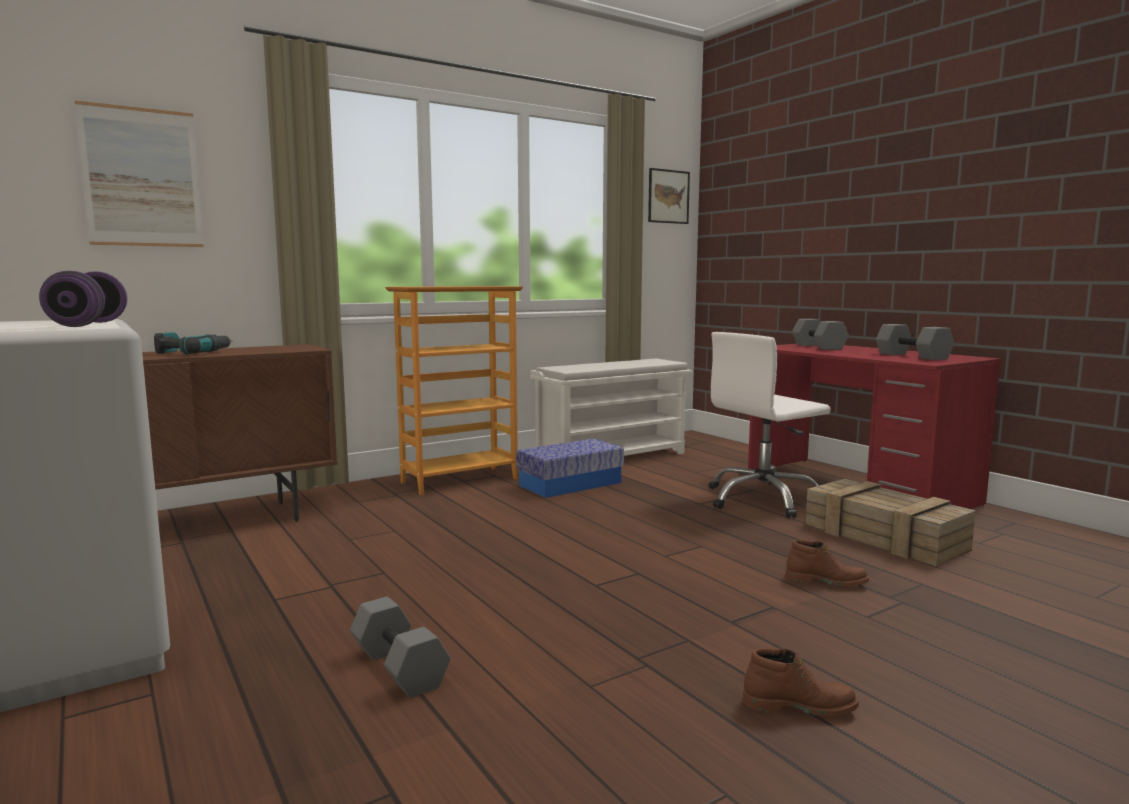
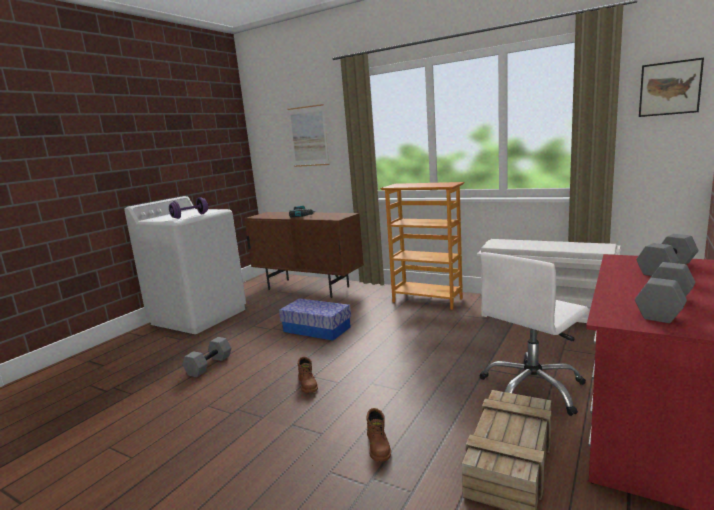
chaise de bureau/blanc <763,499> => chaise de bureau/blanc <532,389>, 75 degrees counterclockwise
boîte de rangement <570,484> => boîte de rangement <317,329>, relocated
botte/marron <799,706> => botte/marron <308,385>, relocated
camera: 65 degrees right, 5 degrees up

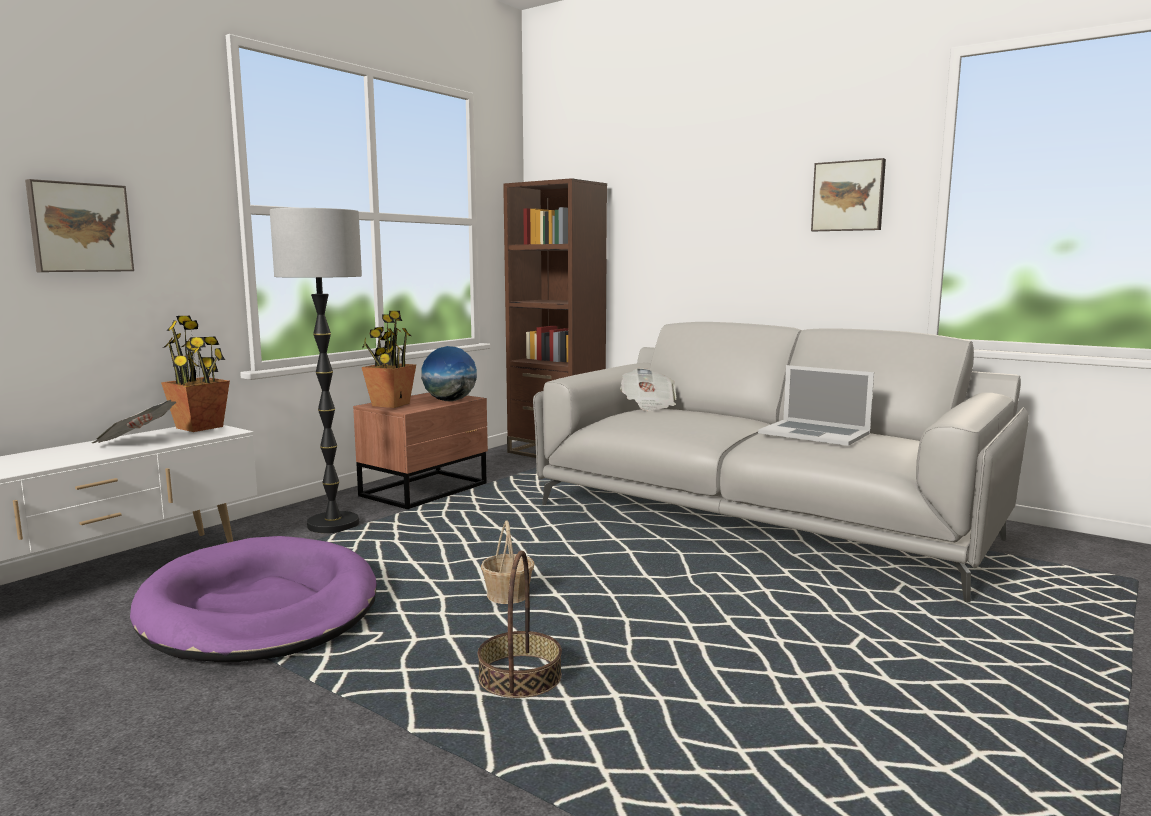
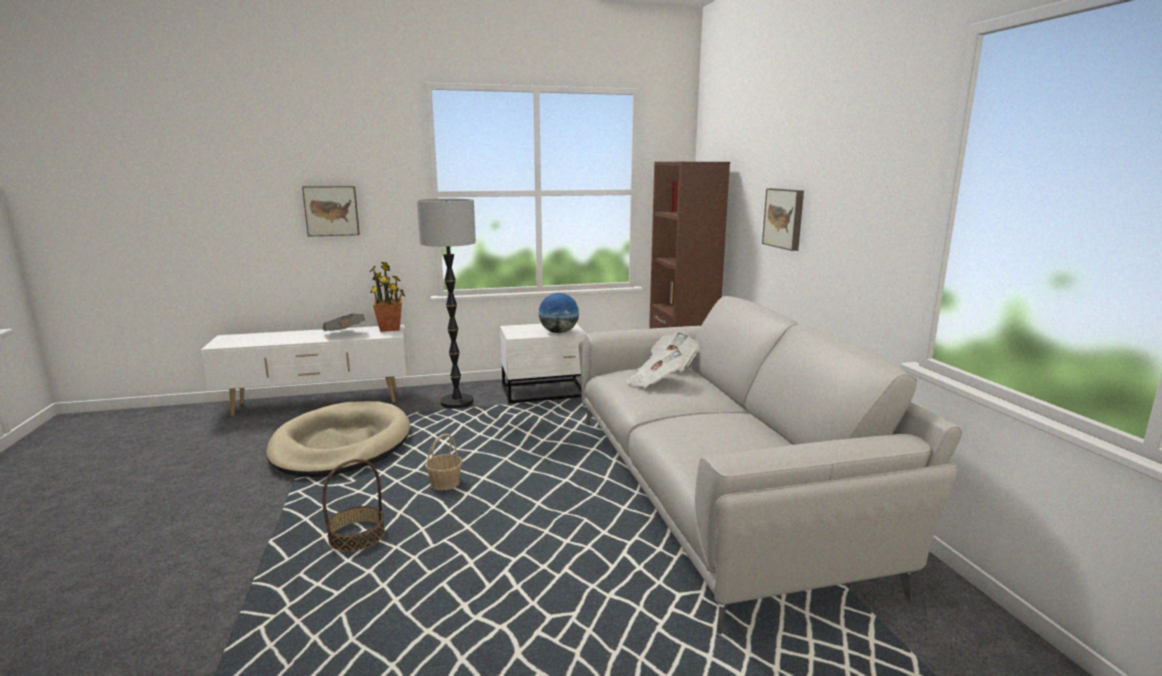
tableau <848,196> => tableau <785,218>, relocated
plante en pot <390,404> => nothing
ordinateur portable <814,433> => nothing
table de chevet/marron <427,490> => table de chevet/blanc <545,392>
panier pour chien/violet <260,608> => panier pour chien/beige <341,445>
nothing => journal <654,382>
camera: 40 degrees right, 5 degrees up

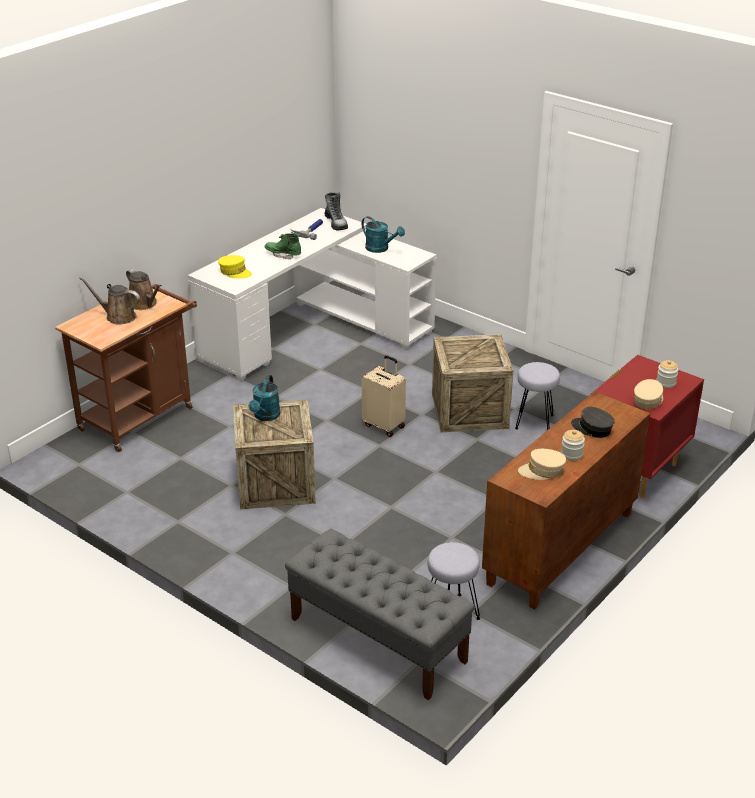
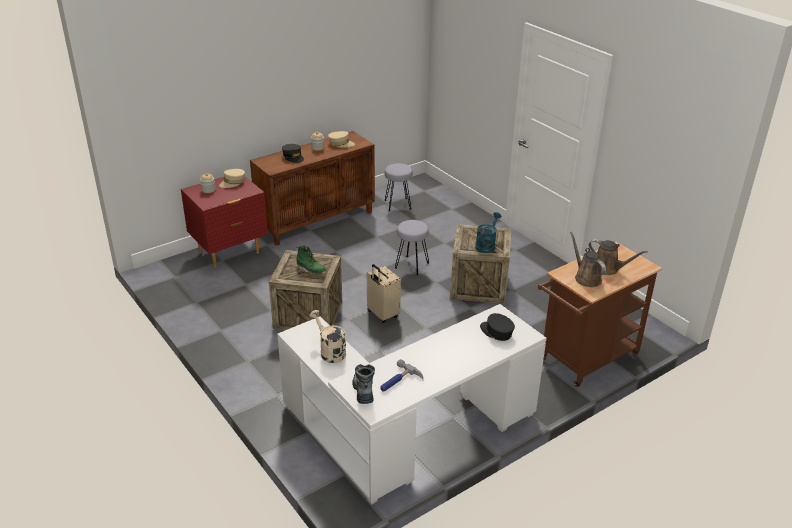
arrosoir/turquoise <380,249> => arrosoir/beige <330,351>
botte/vert <283,255> => botte/vert <311,270>, relocated
casquette/jaune <235,272> => casquette/noir <496,332>
tabouret/gris <535,422> => tabouret/gris <411,265>, relocated
banc/gris <377,639> => nothing
camera: 165 degrees left, 0 degrees up

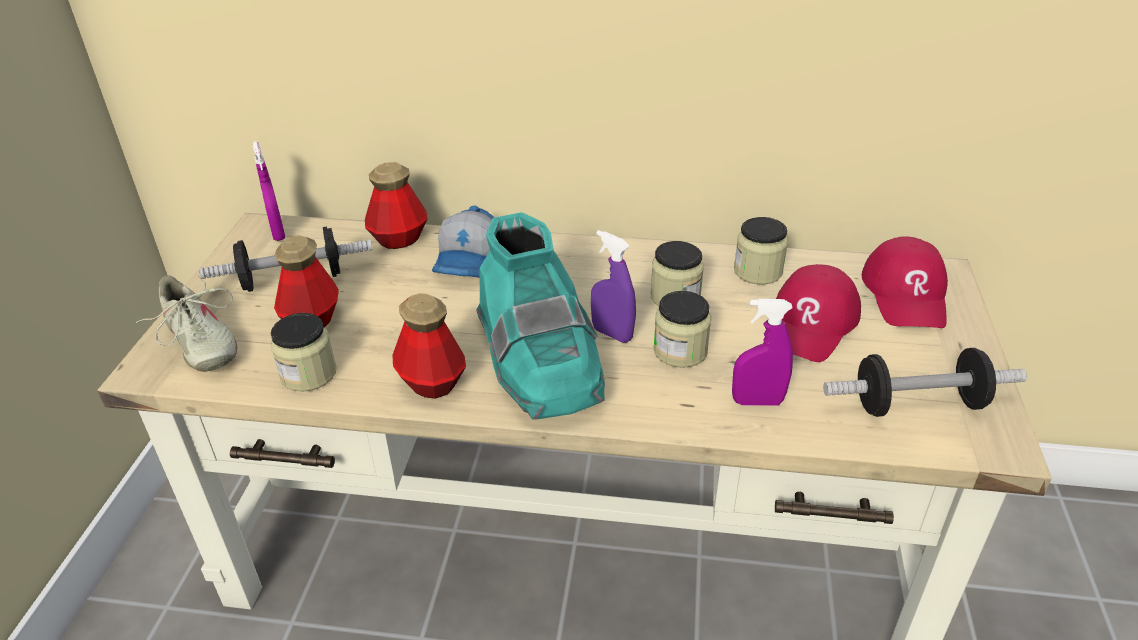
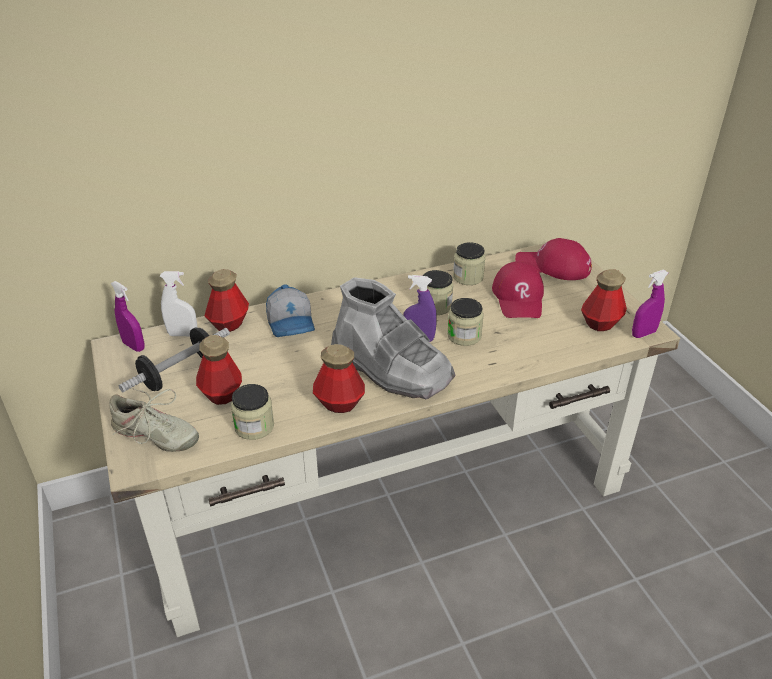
botte/turquoise <539,361> => botte/gris <391,369>
casquette/rouge <906,294> => casquette/rouge <552,266>, 135 degrees clockwise
vaporisateur/violet <757,401> => vaporisateur/violet <643,334>, relocated
haltère <917,404> => bouteille <600,323>
nothing => vaporisateur/blanc <183,334>
camera: 30 degrees left, 0 degrees up

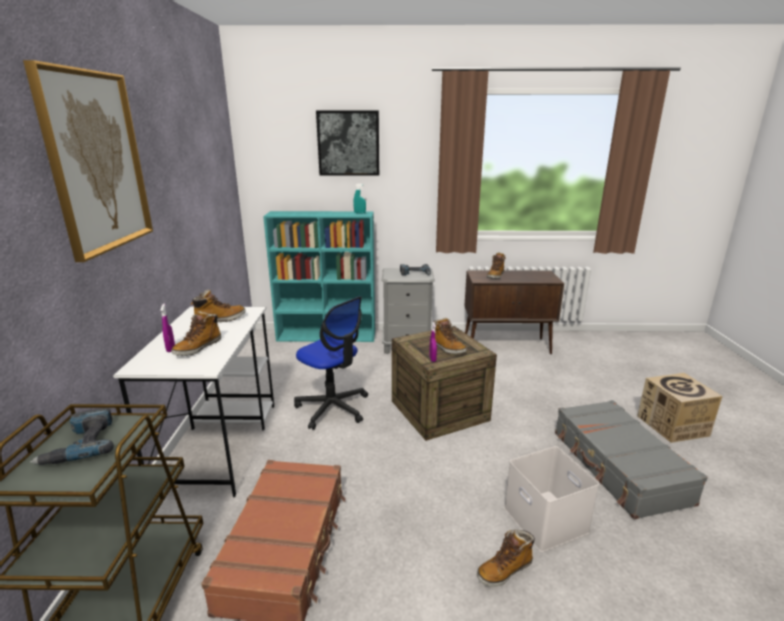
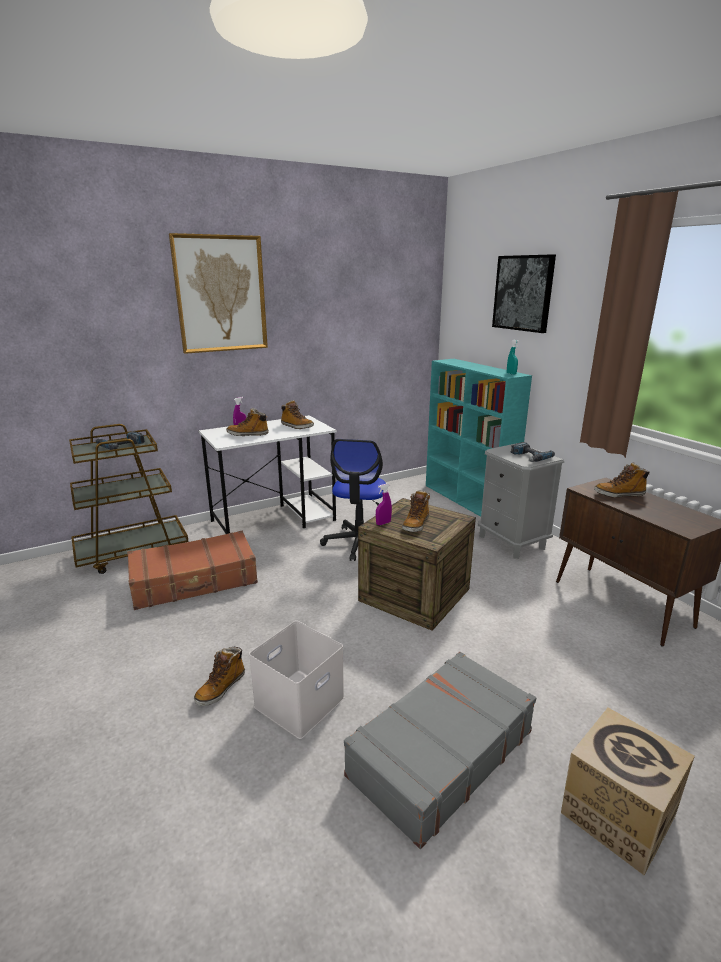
botte <505,570> => botte <221,688>, 90 degrees counterclockwise
camera: 60 degrees right, 0 degrees up

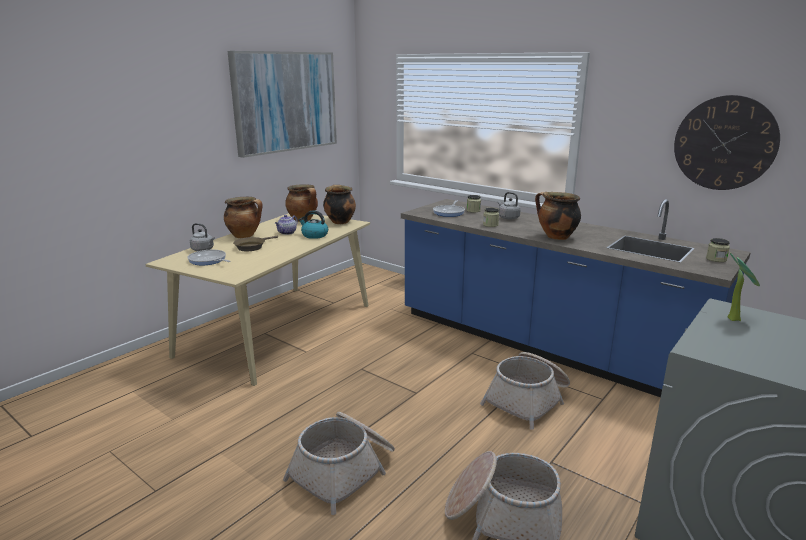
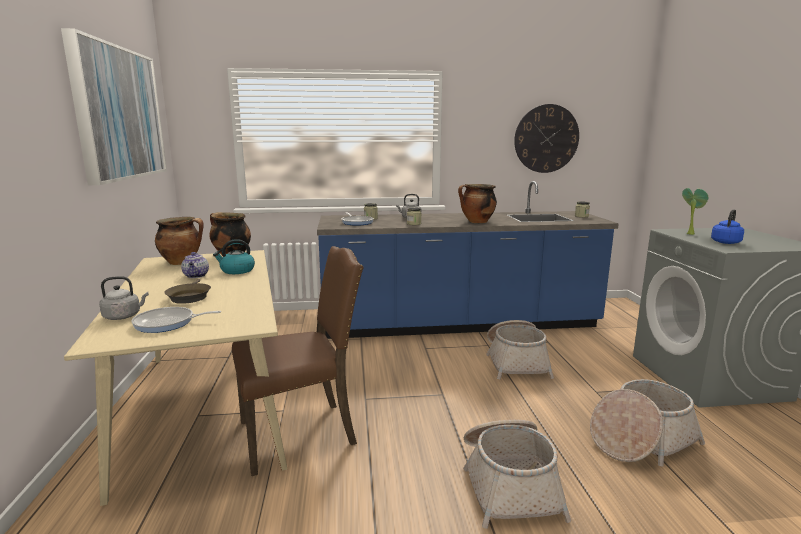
marmite <245,236> => nothing
nothing => bouilloire/bleu <726,242>
nothing => chaise/marron <300,433>
camera: 45 degrees left, 5 degrees down

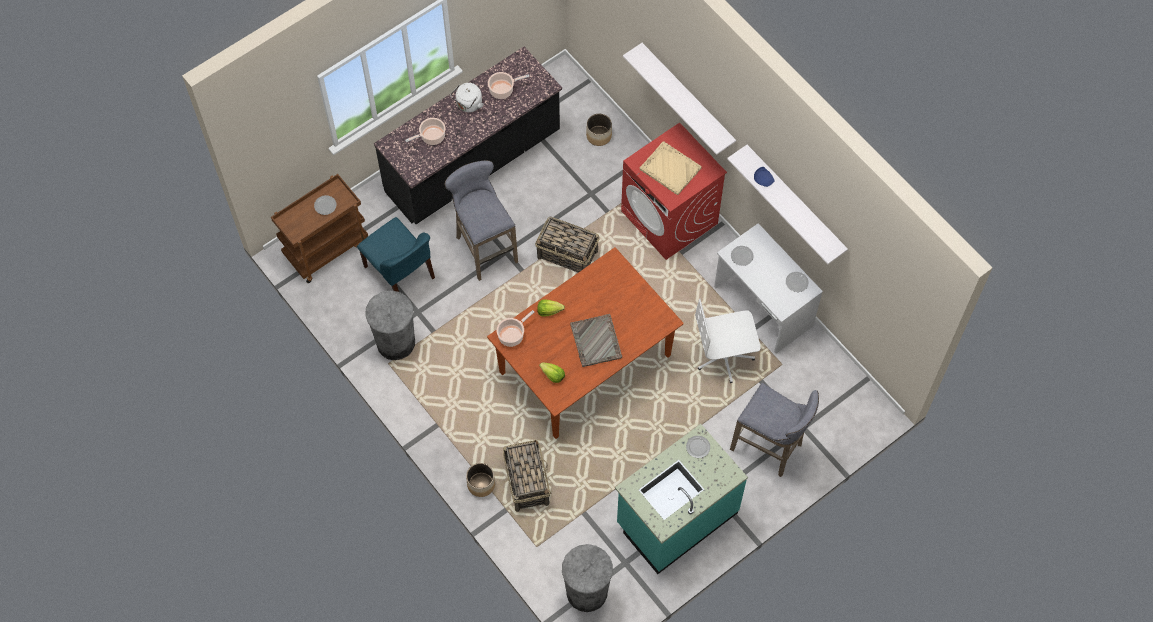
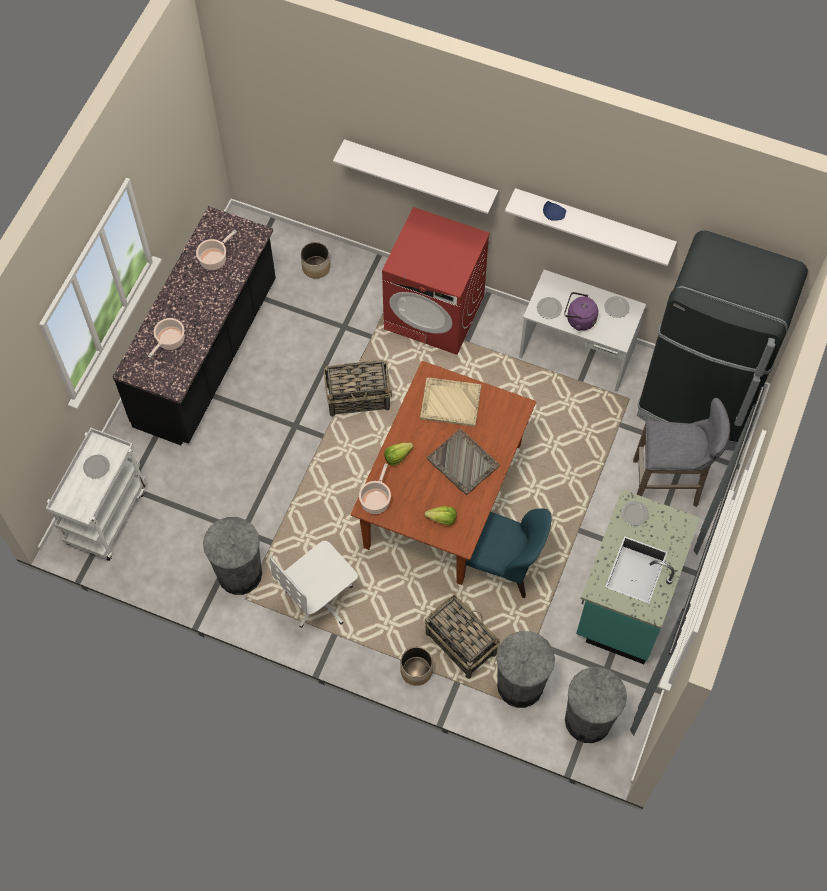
bouilloire/blanc <468,105> => nothing
plateau/beige <670,168> => plateau/beige <450,402>, relocated
tabouret/gris <484,247> => nothing
chariot/marron <326,248> => chariot/blanc <107,515>
chaise/bleu <400,273> => chaise/bleu <502,565>, relocated
chaise de bureau/blanc <724,356> => chaise de bureau/blanc <320,599>, relocated
nothing => réfrigérateur/noir <697,404>
nothing => bouilloire/violet <579,319>
nothing => poubelle/gris <520,685>
camera: 30 degrees left, 0 degrees up

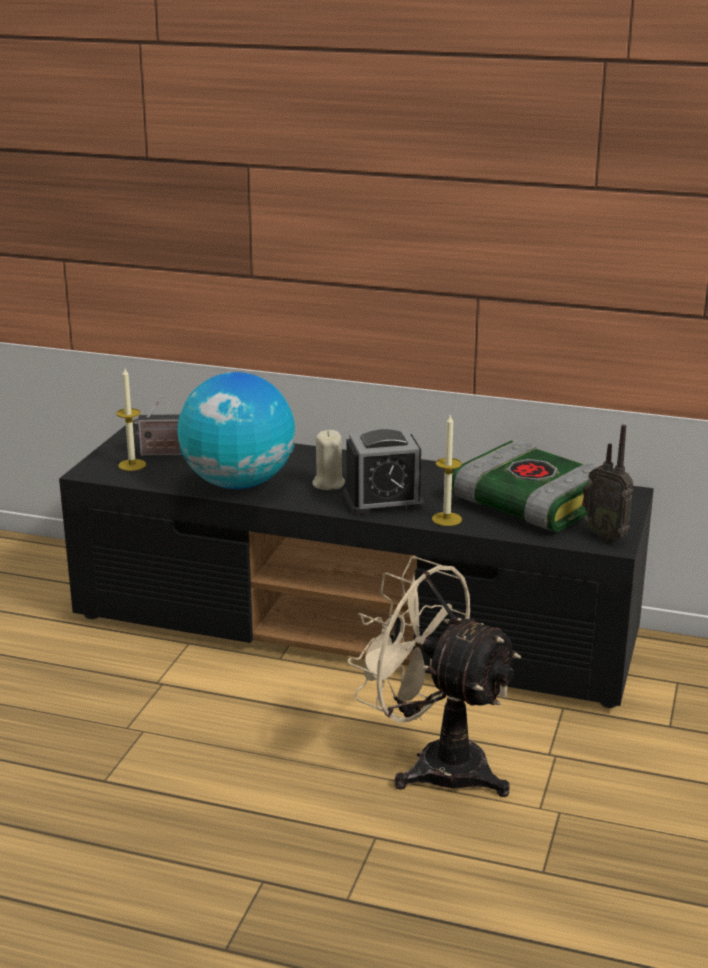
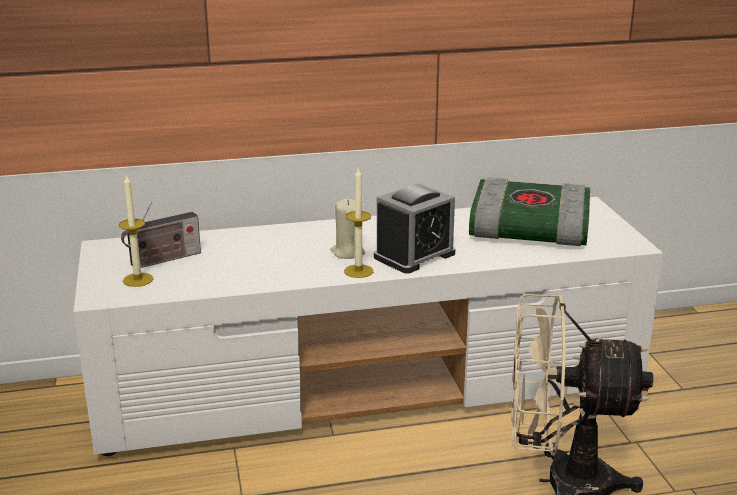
globe <238,484> => nothing
bougie <446,519> => bougie <358,271>, relocated
meuble télé/noir <358,628> => meuble télé/blanc <371,385>
radio <606,536> => nothing
camera: 30 degrees left, 0 degrees up

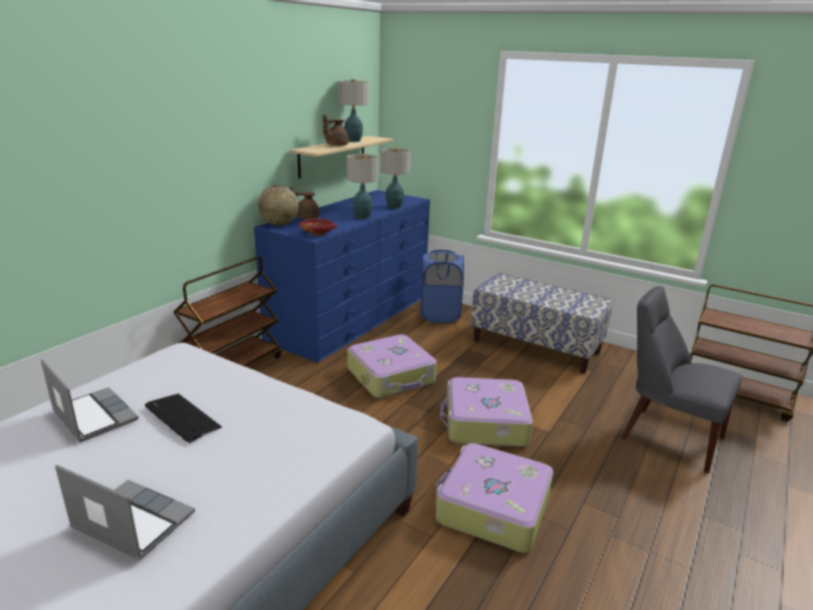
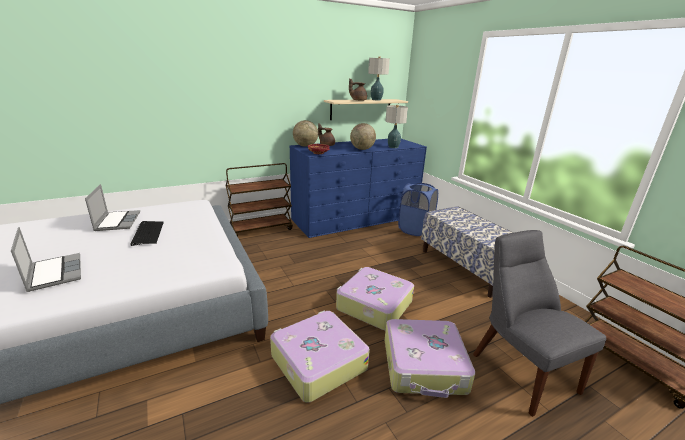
lampe de table <363,217> => globe <362,149>
valise <392,376> => valise <424,366>, relocated
camera: 30 degrees right, 0 degrees up

